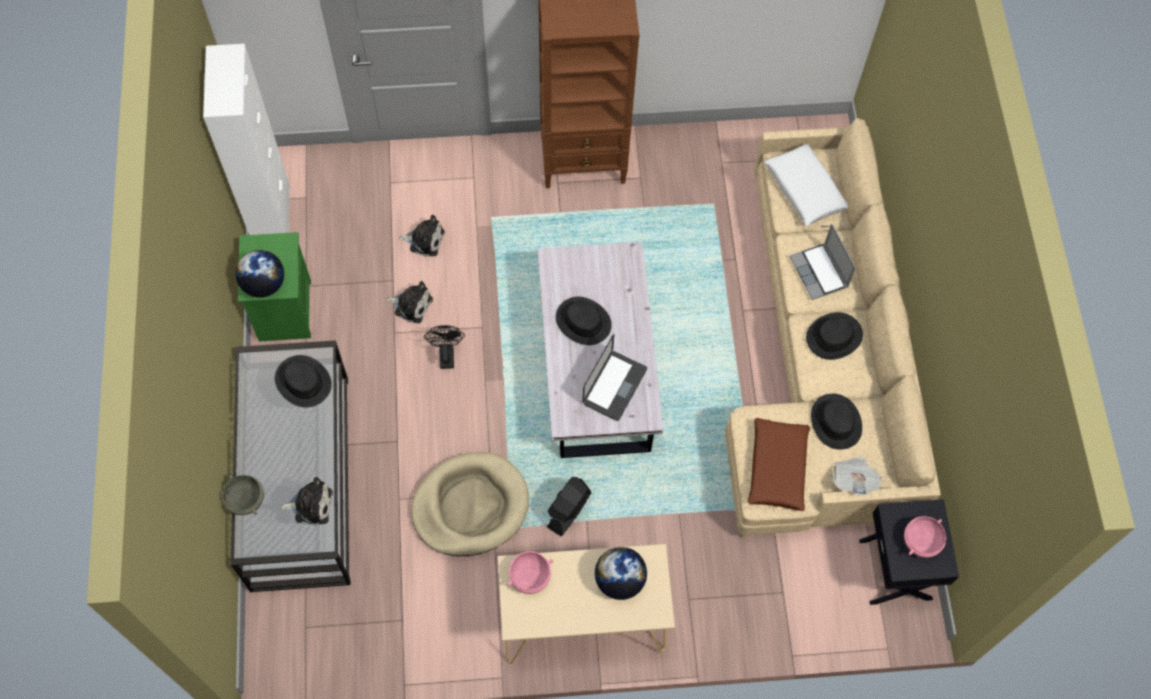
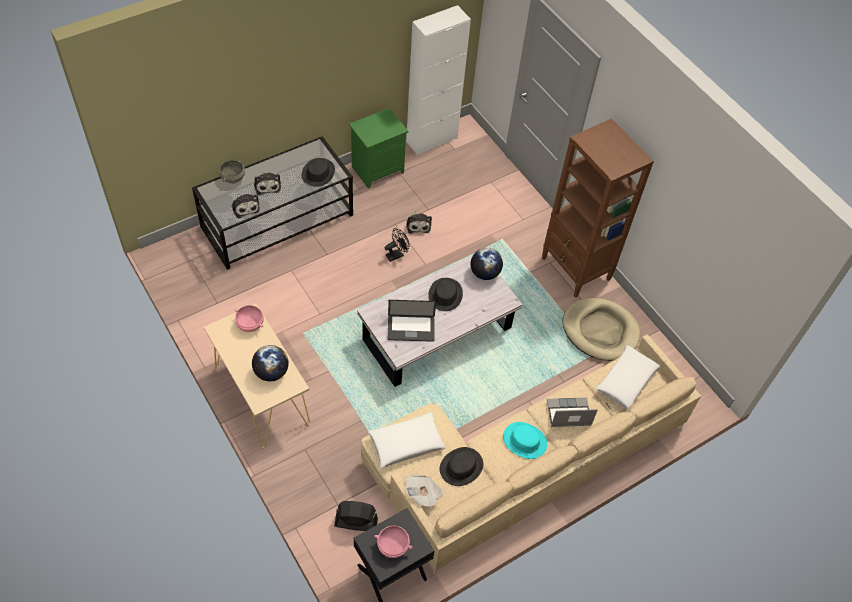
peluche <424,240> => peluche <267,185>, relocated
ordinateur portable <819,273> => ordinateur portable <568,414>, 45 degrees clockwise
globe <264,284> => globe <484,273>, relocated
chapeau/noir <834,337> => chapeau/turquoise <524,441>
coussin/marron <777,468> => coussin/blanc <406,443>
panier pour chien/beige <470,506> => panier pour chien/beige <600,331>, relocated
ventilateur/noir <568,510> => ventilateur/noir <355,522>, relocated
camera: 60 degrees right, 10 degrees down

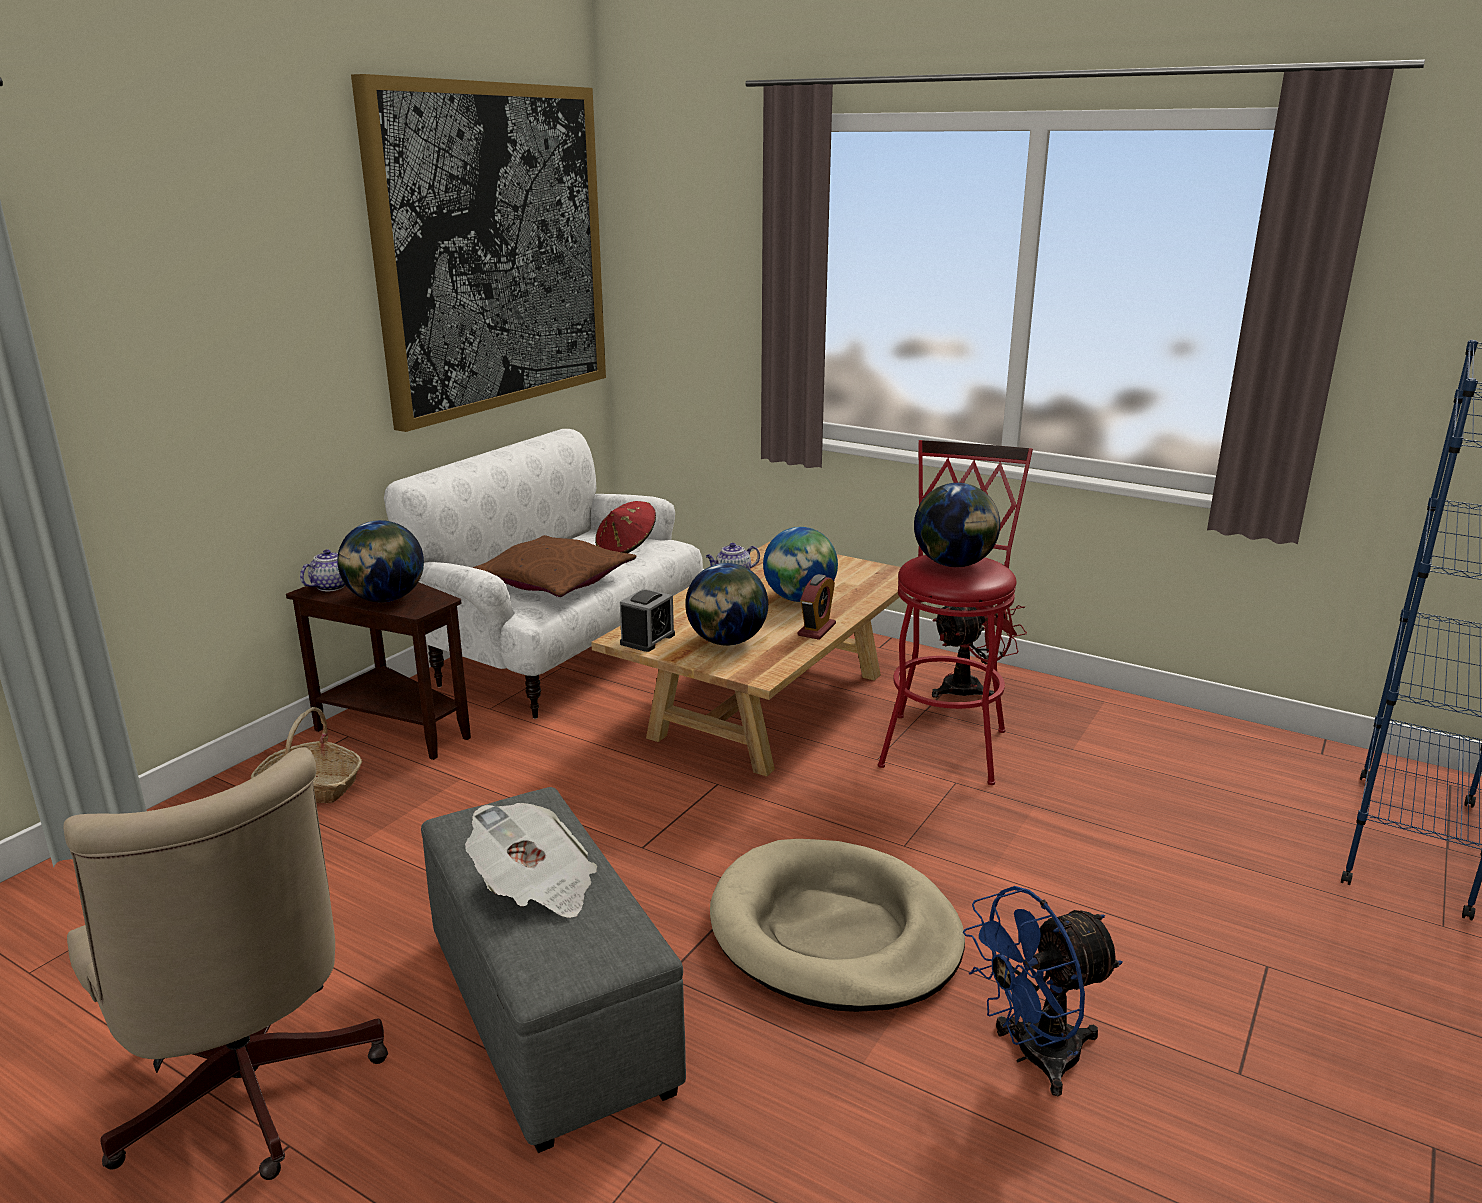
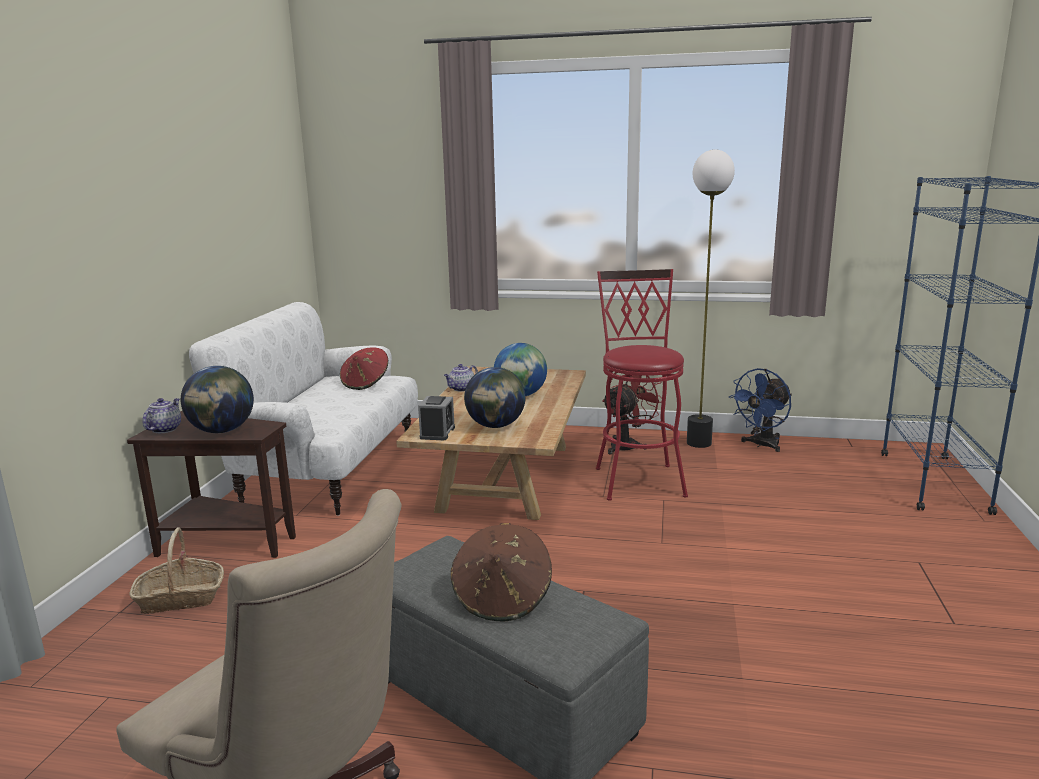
tableau <492,249> => nothing
globe <954,564> => nothing
coussin/marron <553,582> => nothing
réveil <816,629> => nothing
journal <536,887> => chapeau/marron <502,598>
panier pour chien/beige <834,933> => nothing
ventilateur/bleu <1033,1056> => ventilateur/bleu <761,445>, relocated
nothing => lampadaire <699,443>
camera: 20 degrees left, 5 degrees down

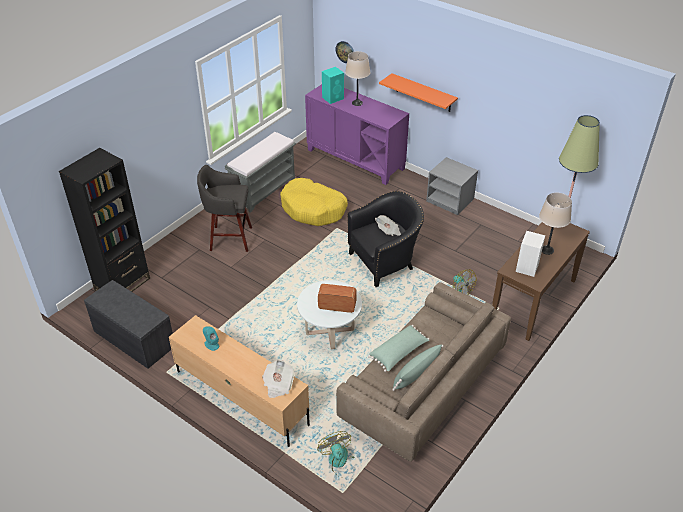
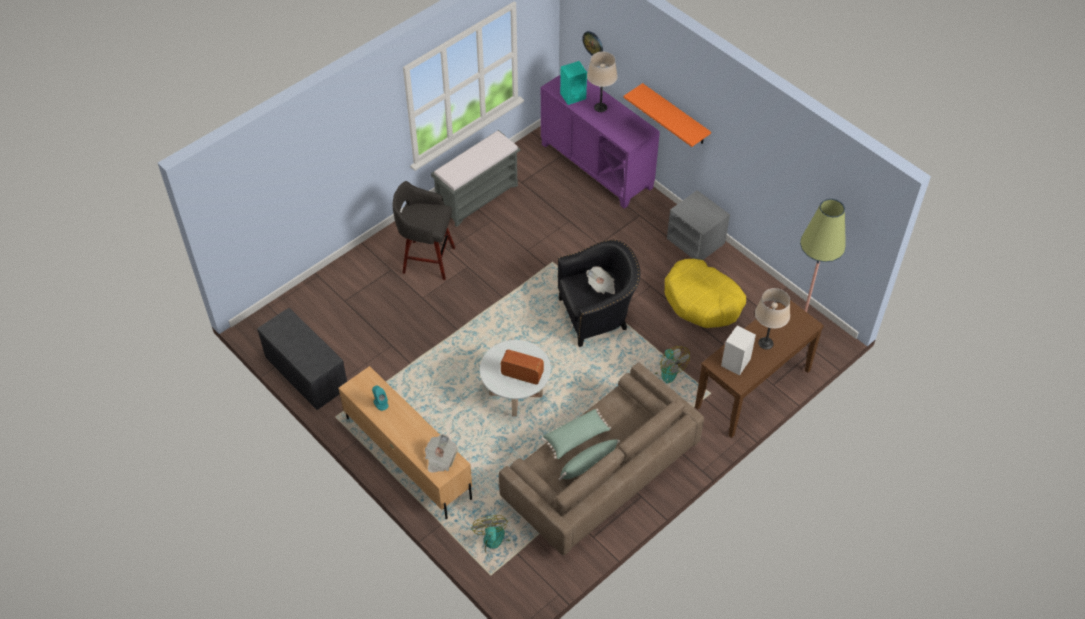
bibliothèque/noir <122,284> => nothing
panier pour chien/jaune <313,209> => panier pour chien/jaune <702,301>, relocated
camera: 10 degrees right, 10 degrees up

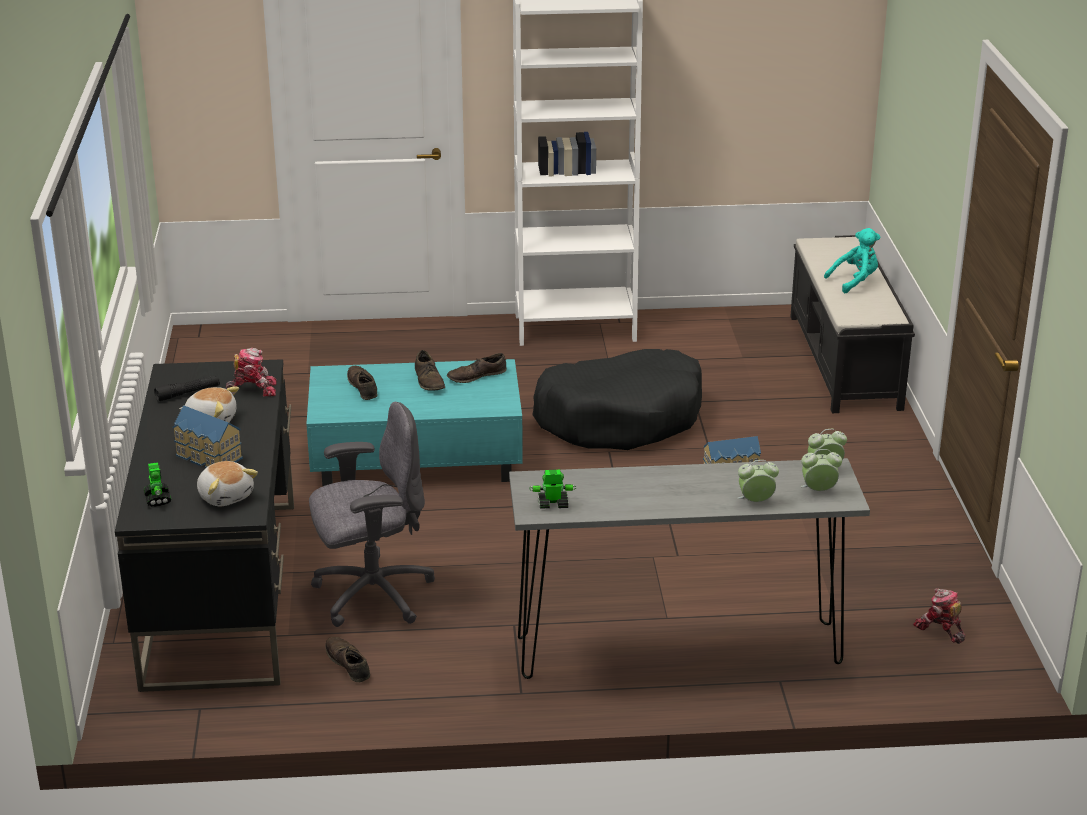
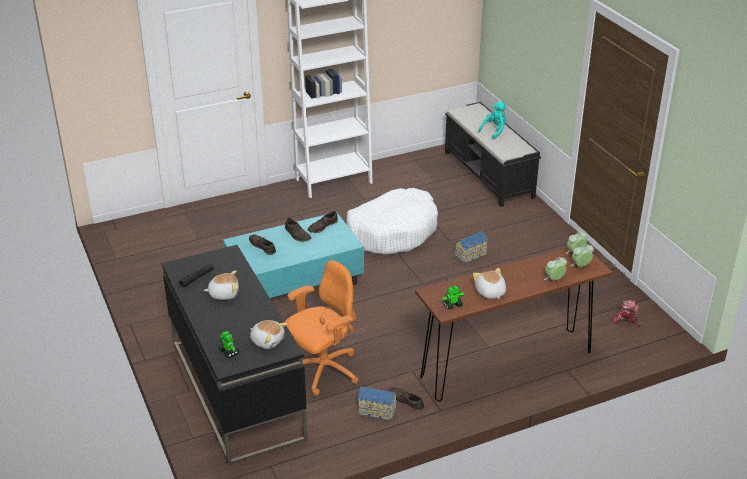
robot jouet <253,388> => nothing
panier pour chien/noir <620,417> => panier pour chien/blanc <392,232>
chaise de bureau/gris <371,594> => chaise de bureau/orange <323,371>
maison miniature <207,457> => maison miniature <377,411>, relocated
table console/gris <679,651> => table console/marron <507,365>
chaussure/marron <348,664> => chaussure/marron <405,401>, relocated
nothing => peluche <490,293>
camera: 20 degrees left, 5 degrees up

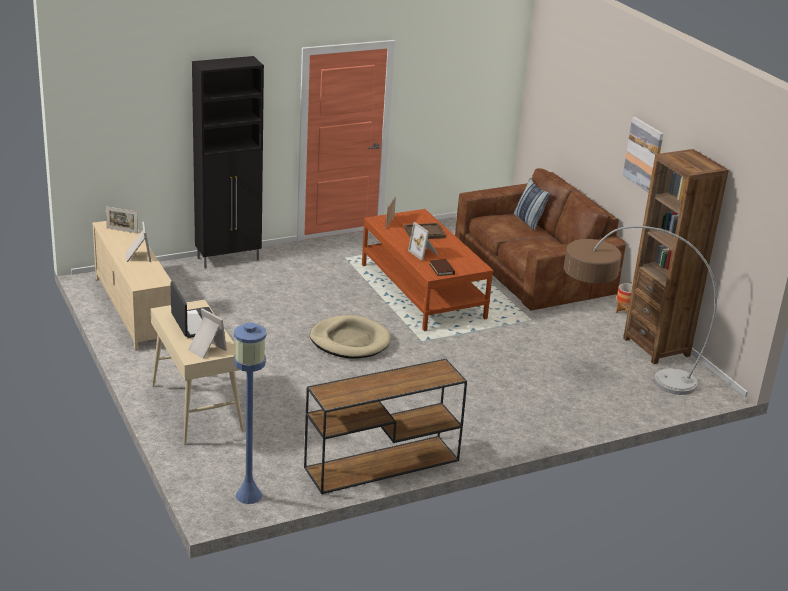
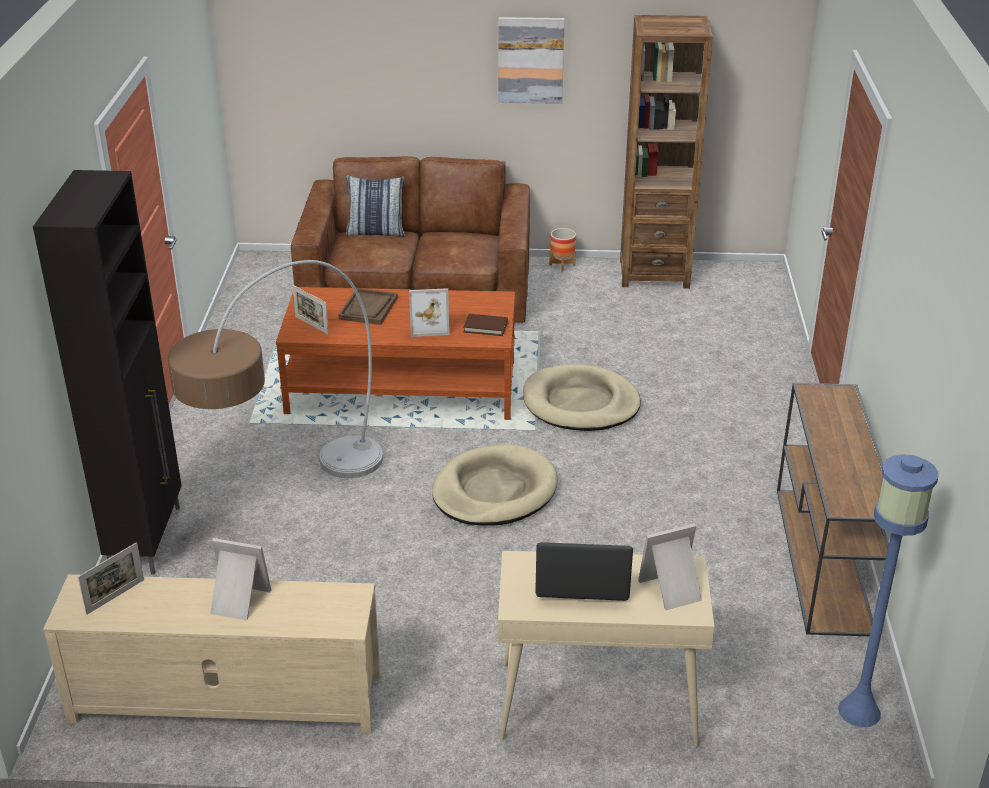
lampadaire <616,374> => lampadaire <287,501>, relocated
nothing => panier pour chien/beige <580,403>
camera: 60 degrees left, 5 degrees up

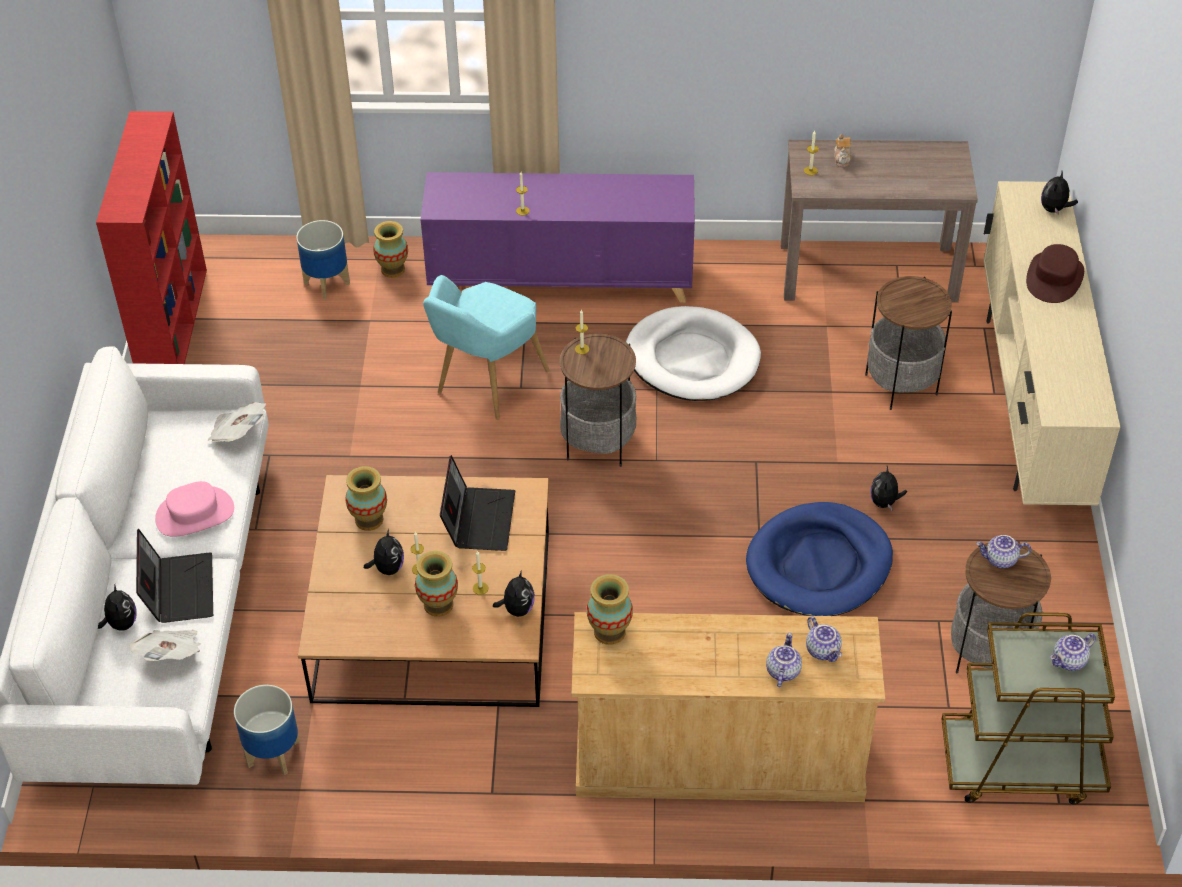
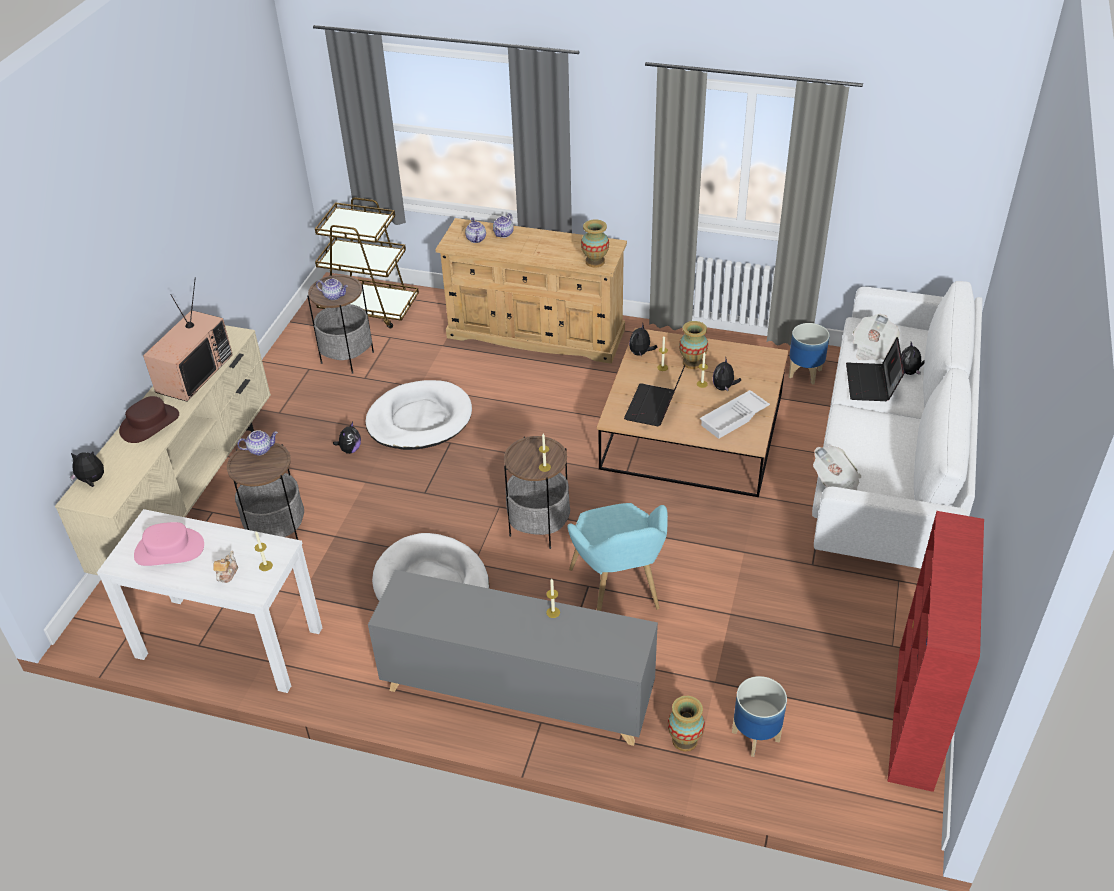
table console/marron <868,272> => table console/blanc <228,643>
peluche <1054,209> => peluche <92,481>, 135 degrees counterclockwise
meuble de rangement/violet <561,279> => meuble de rangement/gris <517,692>
fauteuil/turquoise <485,385> => fauteuil/turquoise <618,593>, 120 degrees clockwise
vase <369,519> => plateau/blanc <734,419>
chapeau/rose <195,514> => chapeau/rose <169,549>, relocated
panier pour chien/bleu <819,564> => panier pour chien/blanc <419,419>
théière <1069,661> => théière <260,449>, relocated
nothing => téléviseur <193,372>
camera: 165 degrees left, 5 degrees down

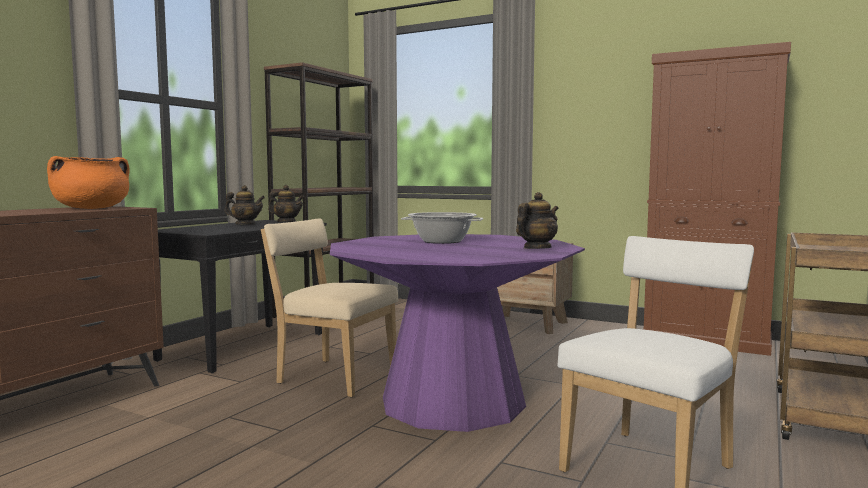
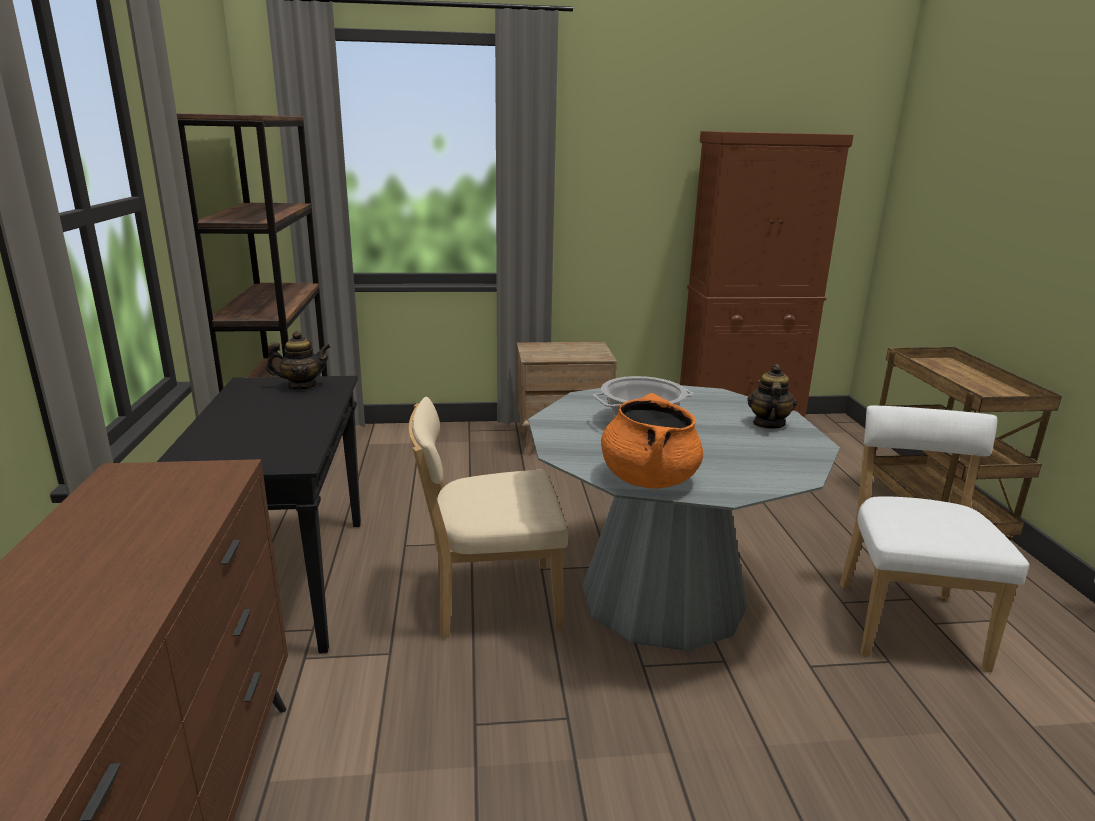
marmite/orange <91,208> => marmite/orange <648,479>, relocated
théière <245,225> => nothing
table à manger/violet <452,402> => table à manger/gris <663,596>
camera: 35 degrees left, 15 degrees up

